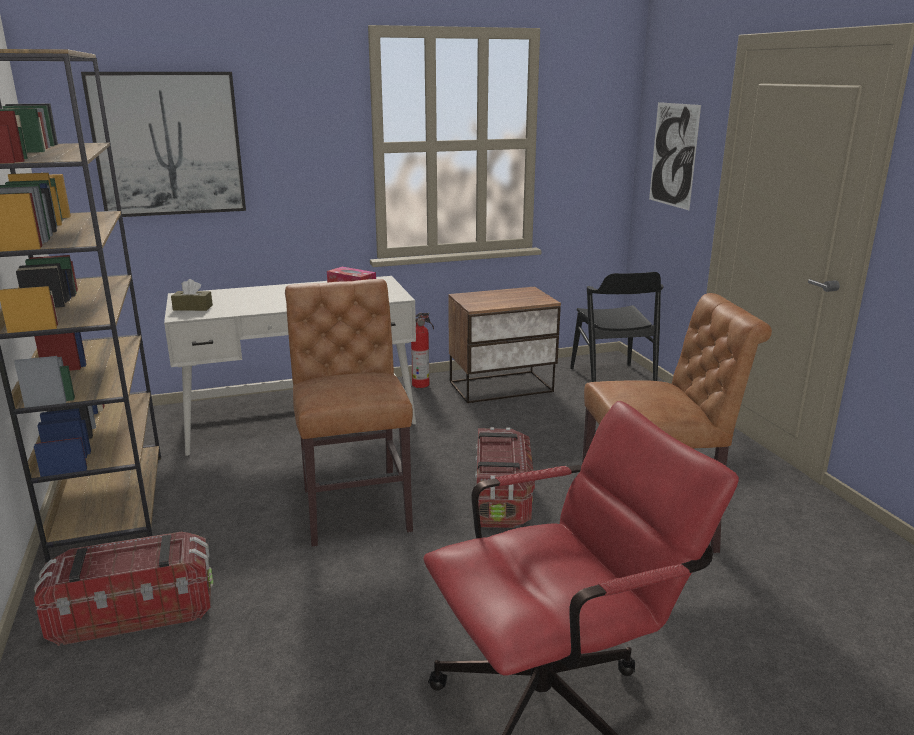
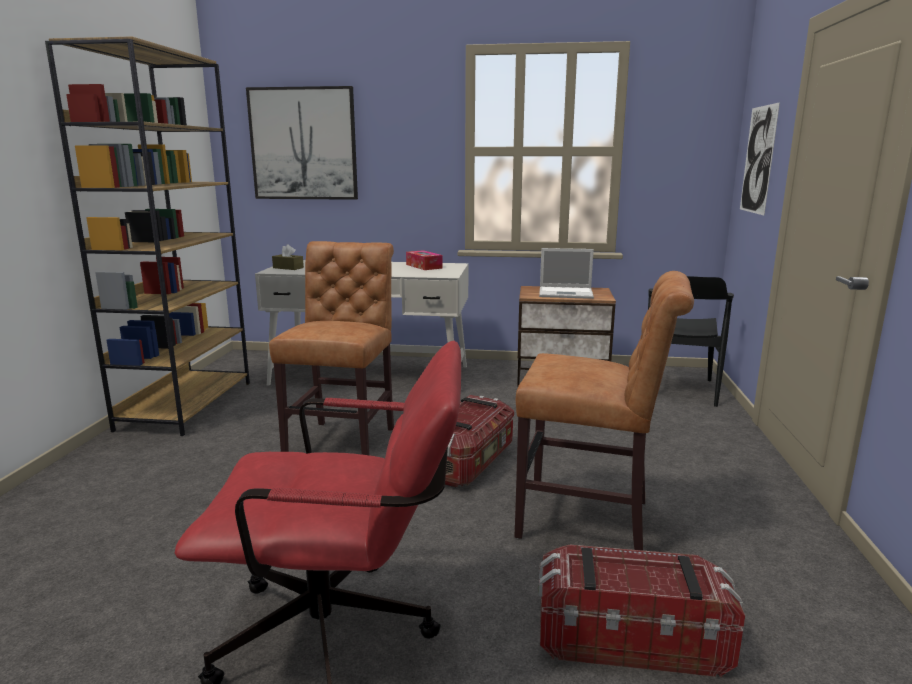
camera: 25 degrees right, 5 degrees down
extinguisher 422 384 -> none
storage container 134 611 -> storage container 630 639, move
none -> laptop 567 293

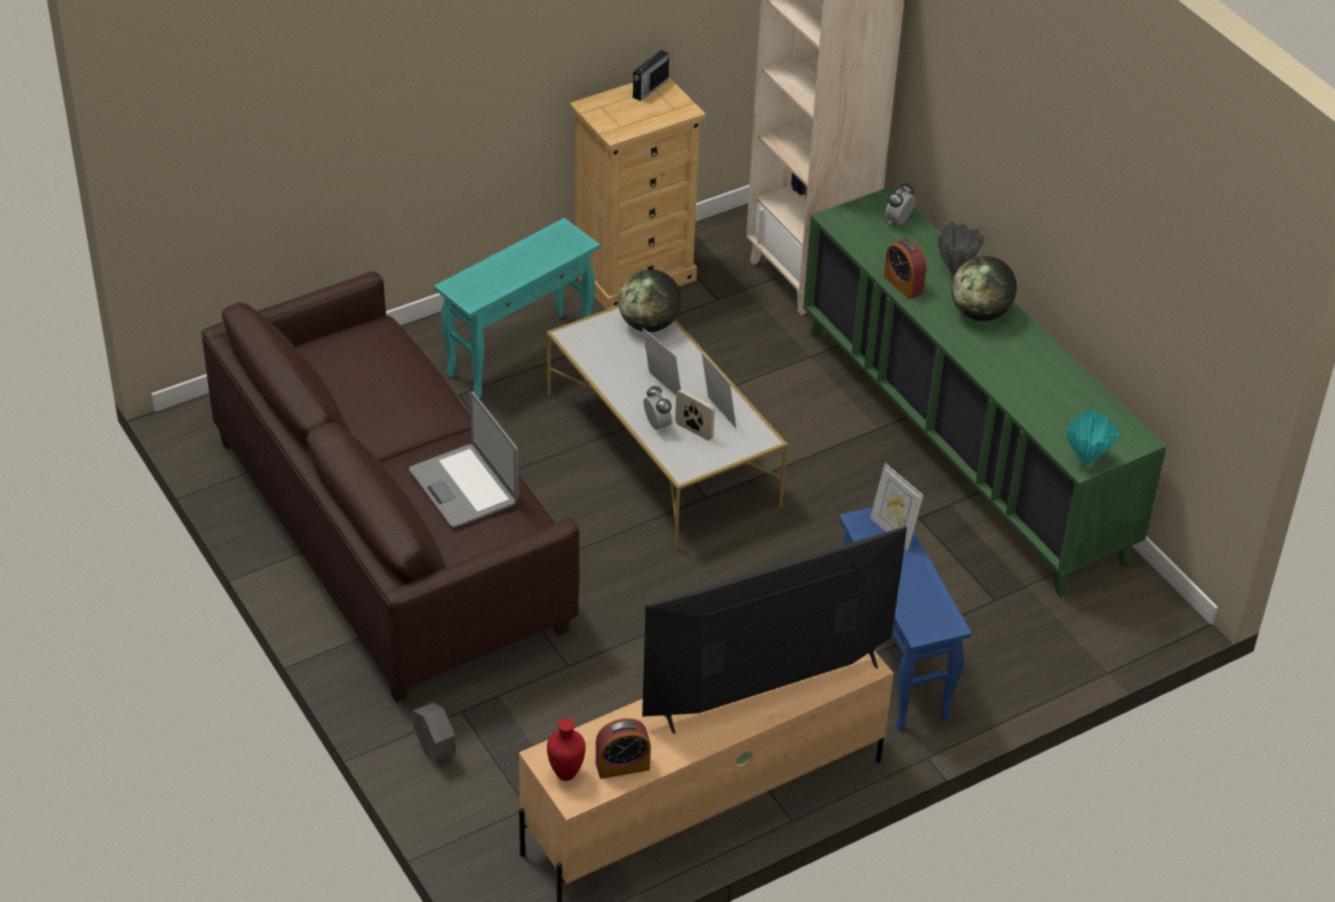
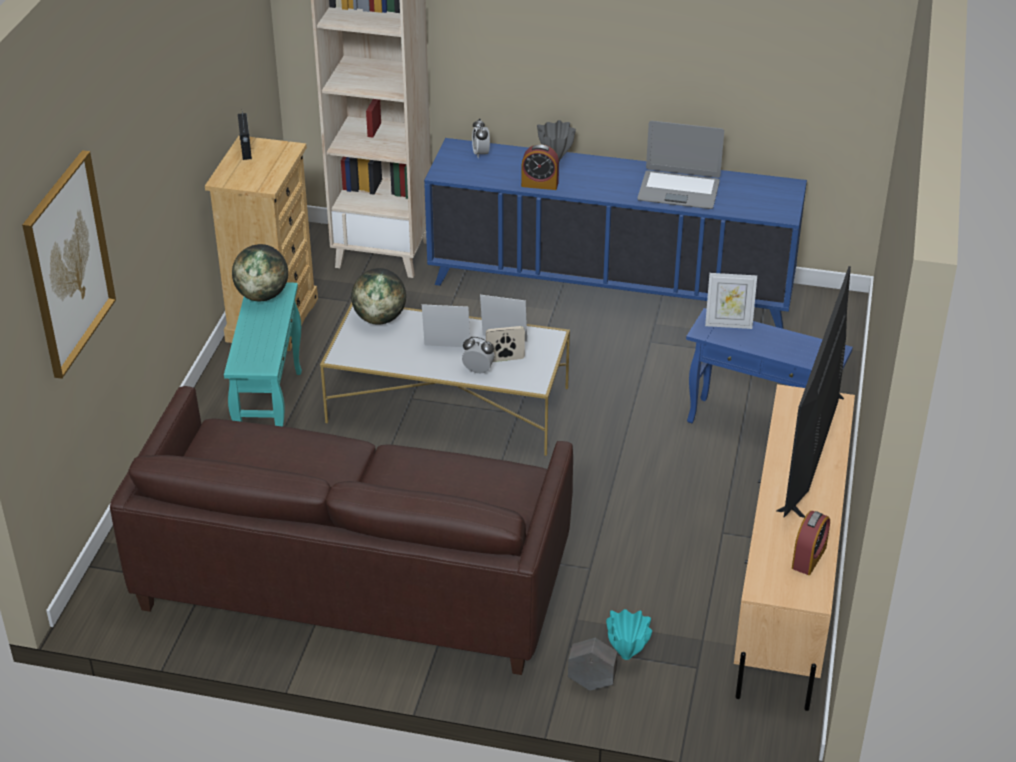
camera: 45 degrees left, 5 degrees down
greenish cabinet 962 443 -> blue cabinet 610 287
world globe 980 313 -> world globe 262 296, move
laptop 464 487 -> laptop 678 190, move
turquoise-coloured flower vase 1086 461 -> turquoise-coloured flower vase 627 656, move
reddish flower vase 566 773 -> none
none -> wall art 68 264

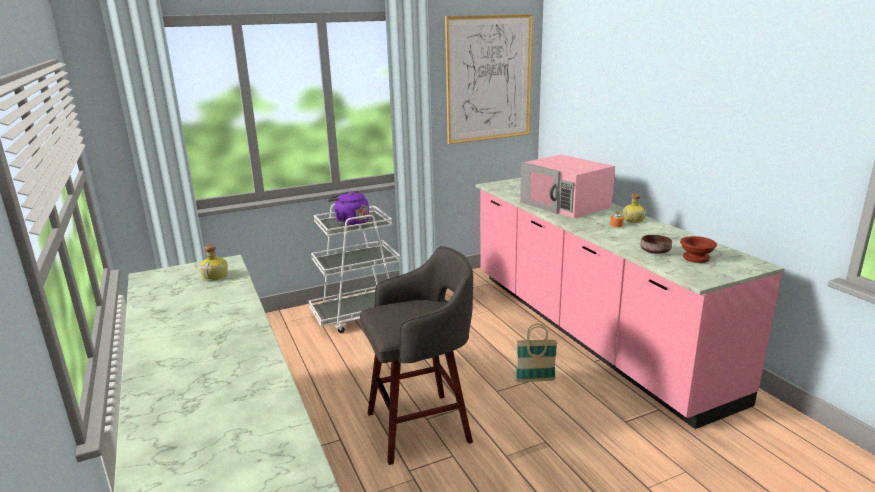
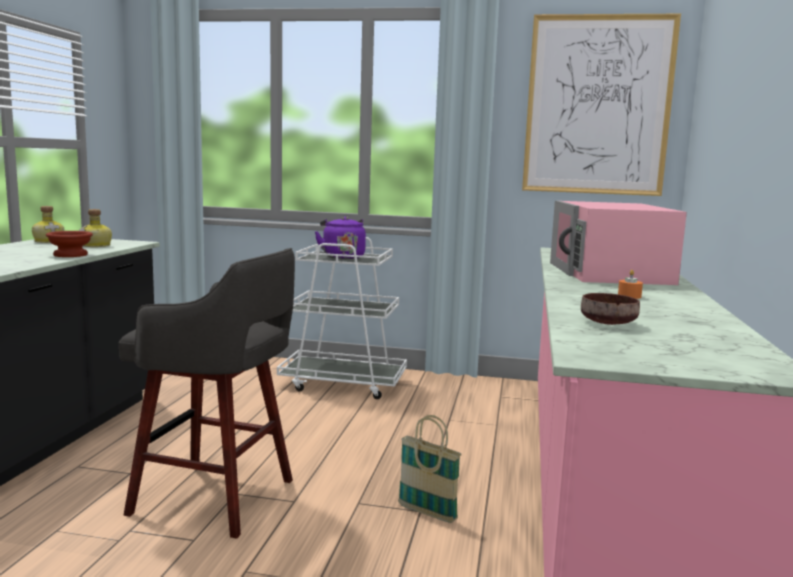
camera: 35 degrees right, 10 degrees down
drink bottle 633 220 -> drink bottle 49 241, move
brownish serving bowl 697 258 -> brownish serving bowl 71 255, move

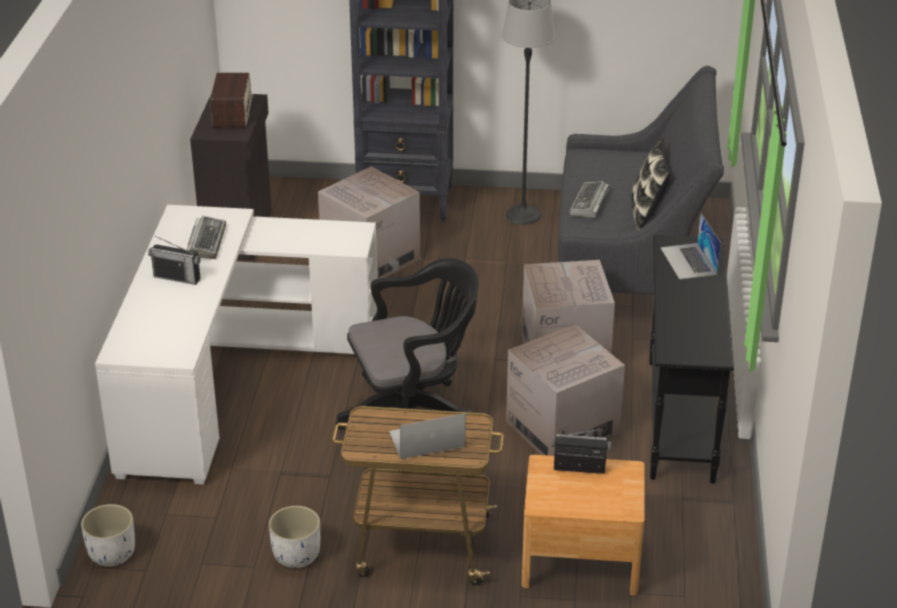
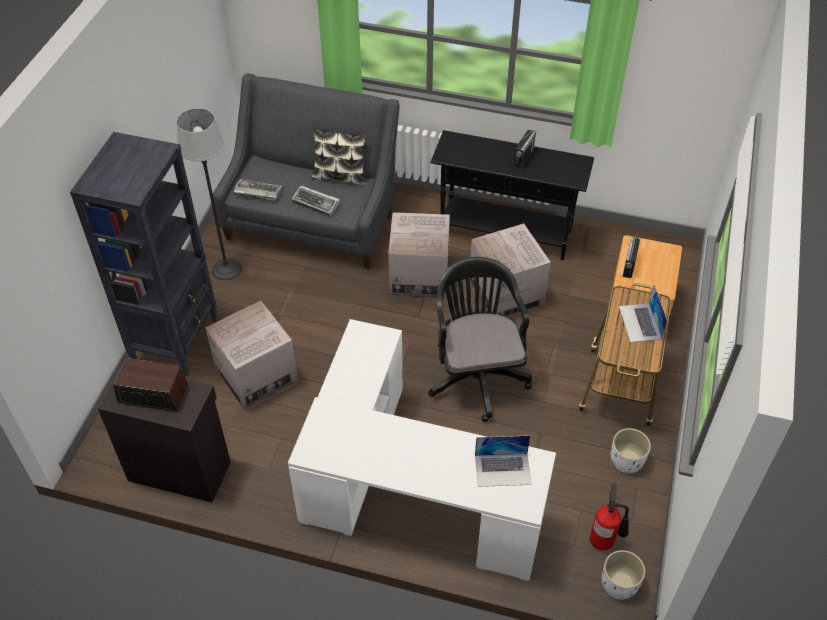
camera: 80 degrees left, 15 degrees up
laptop 689 261 -> laptop 503 469, move
keyboard 206 242 -> keyboard 257 193, move
radio receiver 177 278 -> radio receiver 523 157, move
none -> extinguisher 605 540

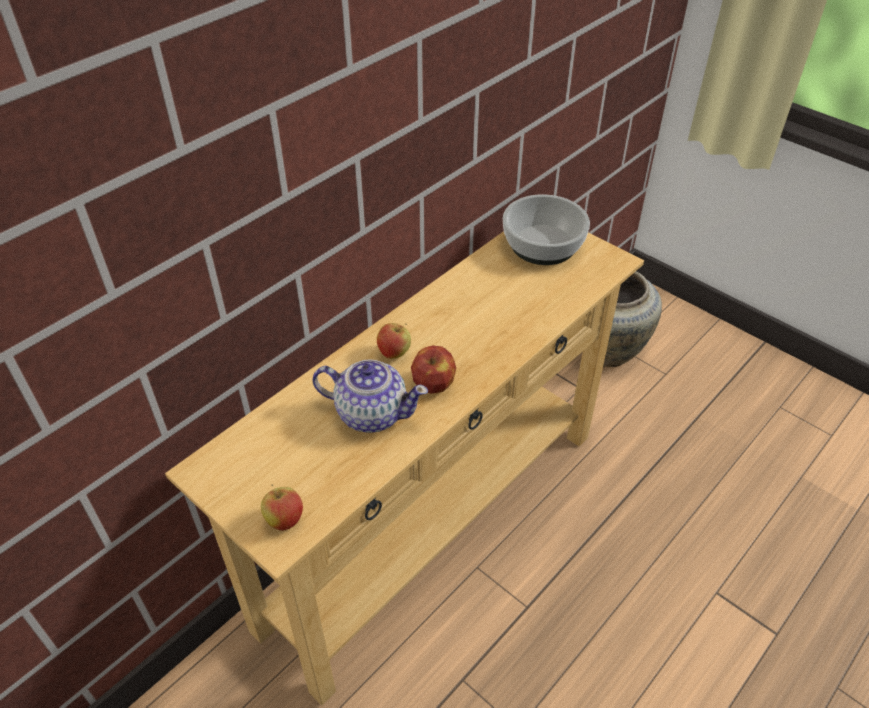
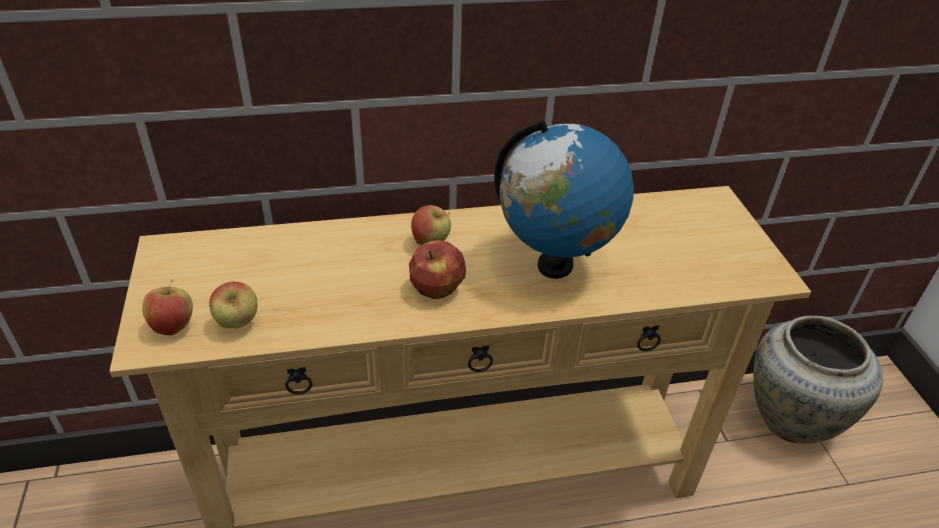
camera: 35 degrees right, 5 degrees down
serving bowl 542 244 -> none
tea pot 371 413 -> none
none -> world globe 554 265
none -> apple fruit 238 324

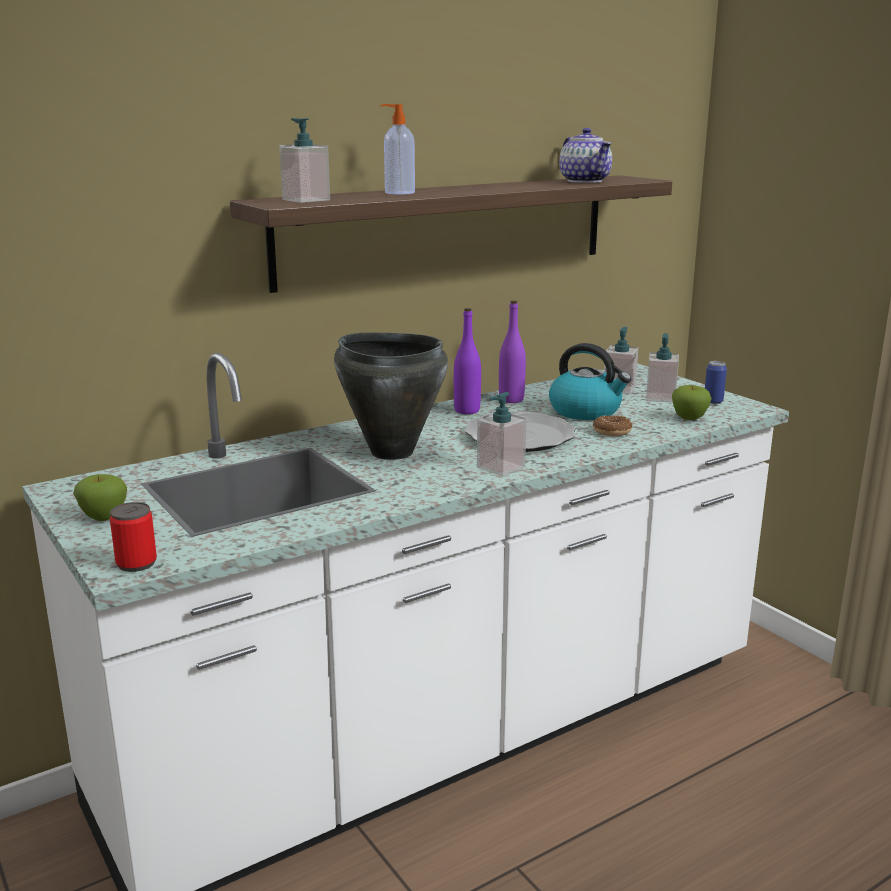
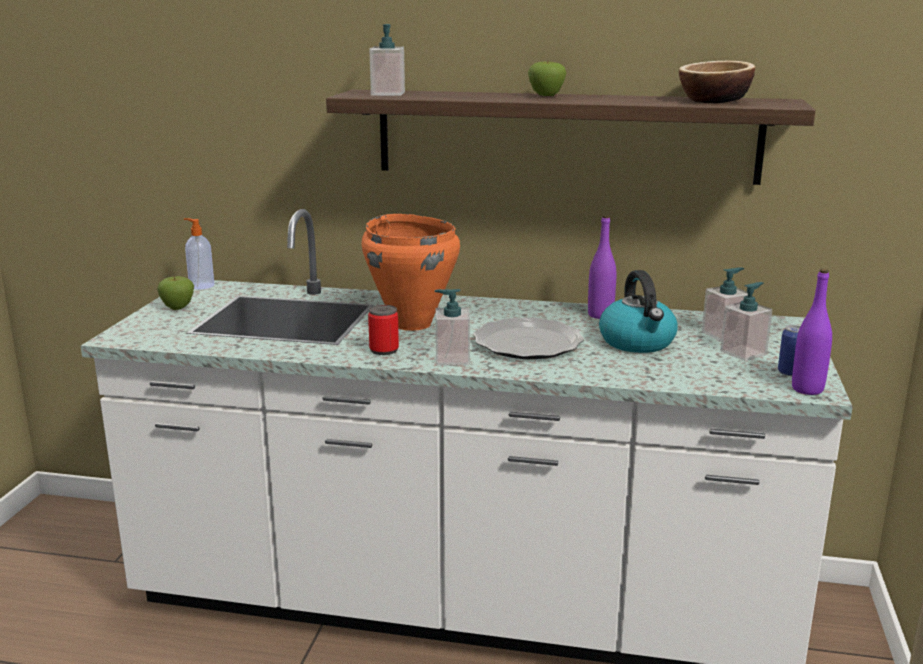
camera: 45 degrees right, 0 degrees up
soap dispenser 398 193 -> soap dispenser 201 285, move
tea pot 584 181 -> serving bowl 714 101
purplish drink bottle 467 410 -> purplish drink bottle 807 389, move
blackish cooking pot 391 452 -> orange cooking pot 412 324
apple fruit 689 418 -> apple fruit 546 96, move
ring doughnut 612 432 -> none
can 136 563 -> can 384 350, move

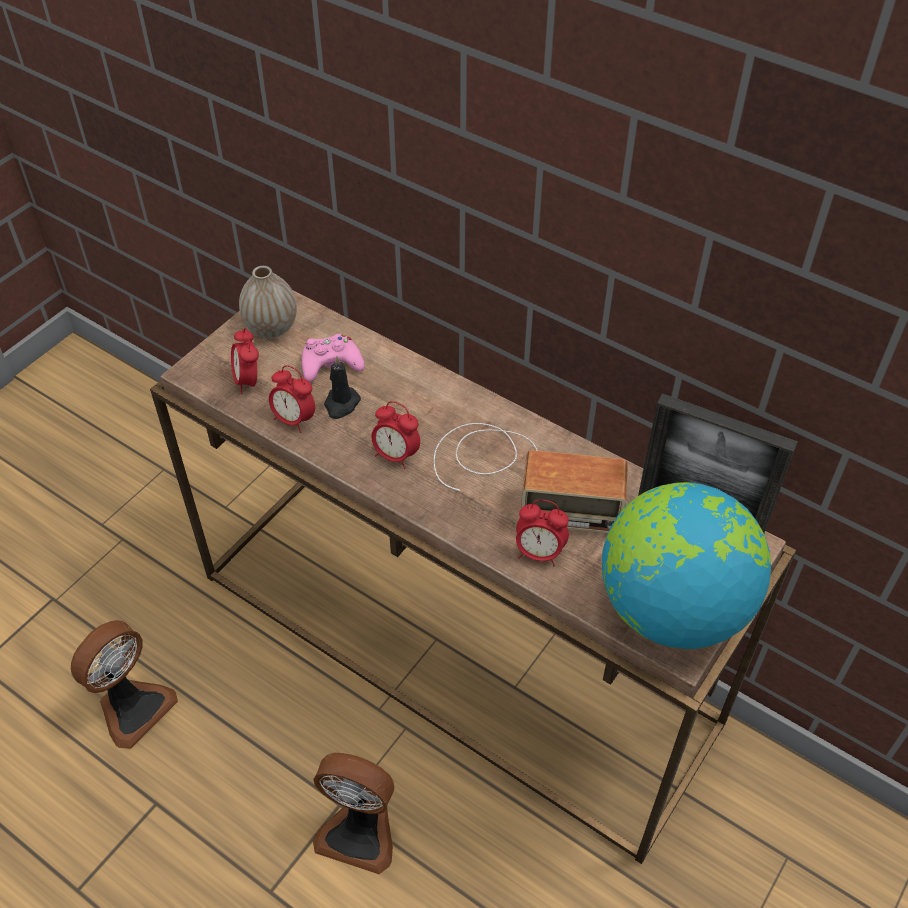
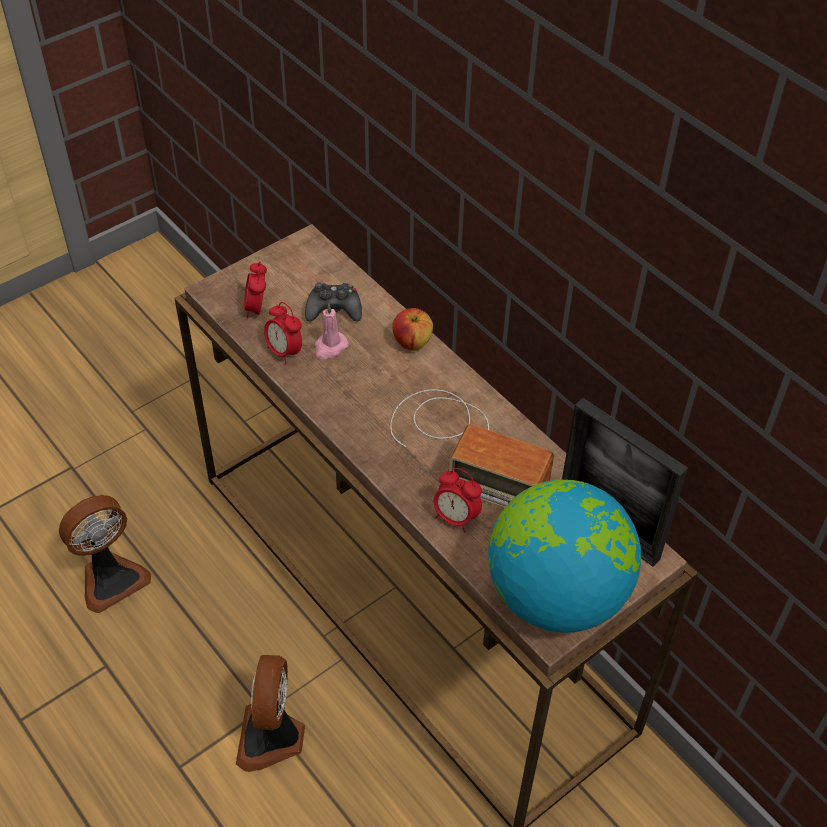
camera: 15 degrees right, 0 degrees up
flower vase 271 328 -> none
pinkish gamepad 331 364 -> blackish gamepad 334 309
blackish wax candle 341 404 -> pinkish wax candle 330 347
alarm clock 396 456 -> none
electric fan 359 831 -> electric fan 272 737, 60 degrees clockwise
none -> apple fruit 412 342

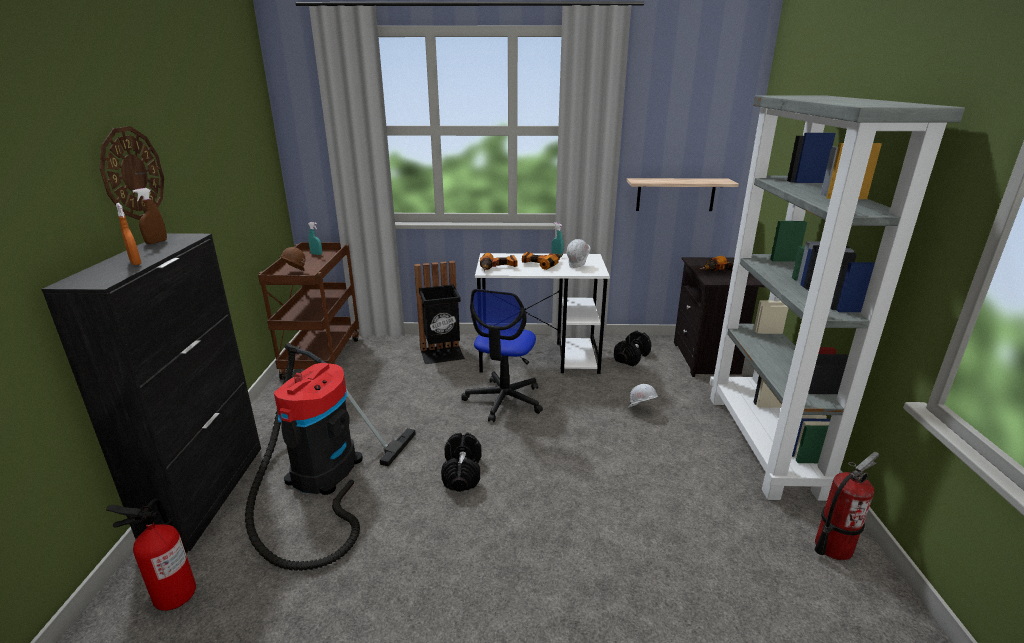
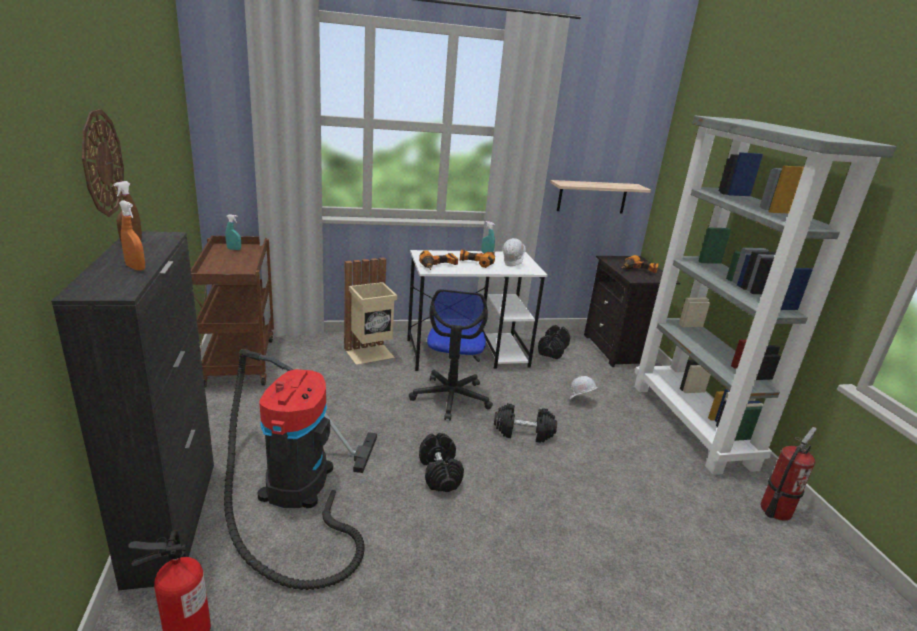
camera: 15 degrees left, 0 degrees up
brownish safety helmet 294 273 -> none
blackish waste bin 442 354 -> sand-coloured waste bin 370 354
none -> blackish free weight 523 432

